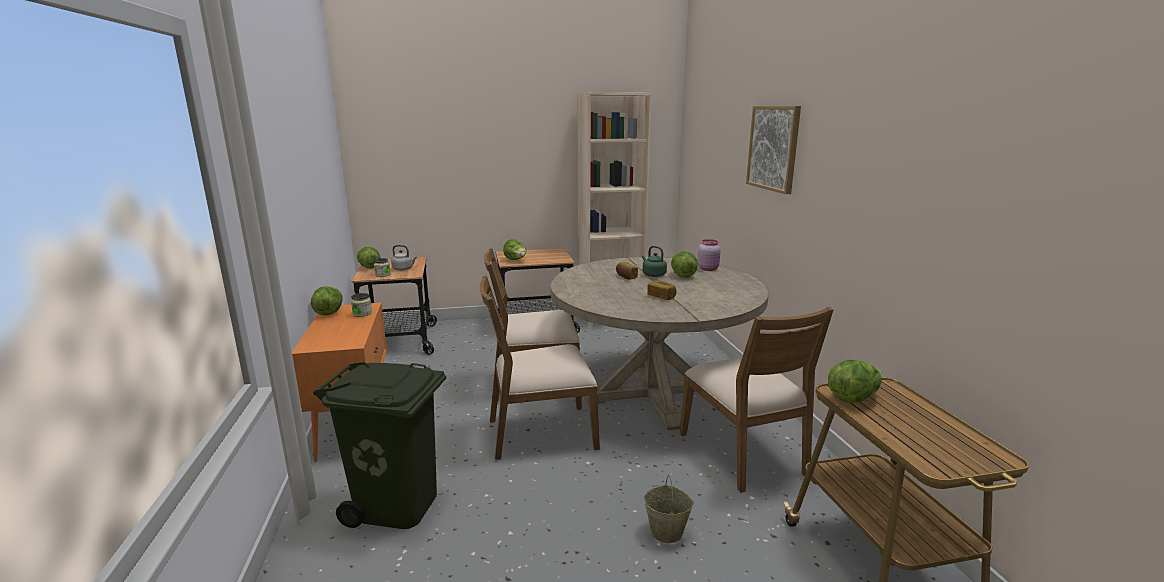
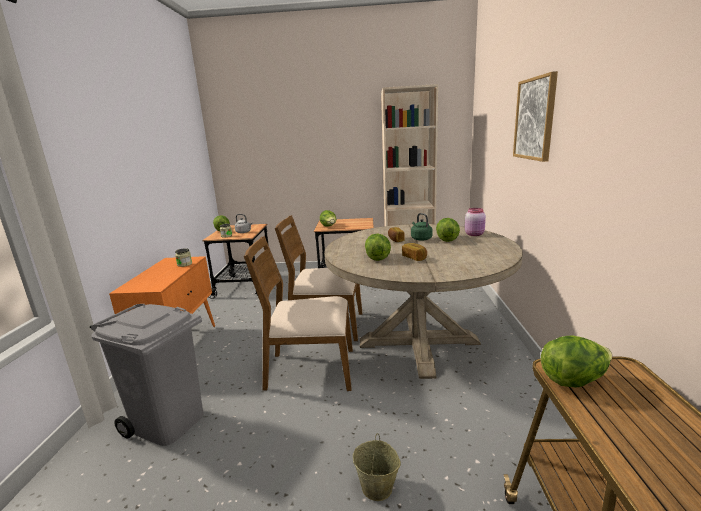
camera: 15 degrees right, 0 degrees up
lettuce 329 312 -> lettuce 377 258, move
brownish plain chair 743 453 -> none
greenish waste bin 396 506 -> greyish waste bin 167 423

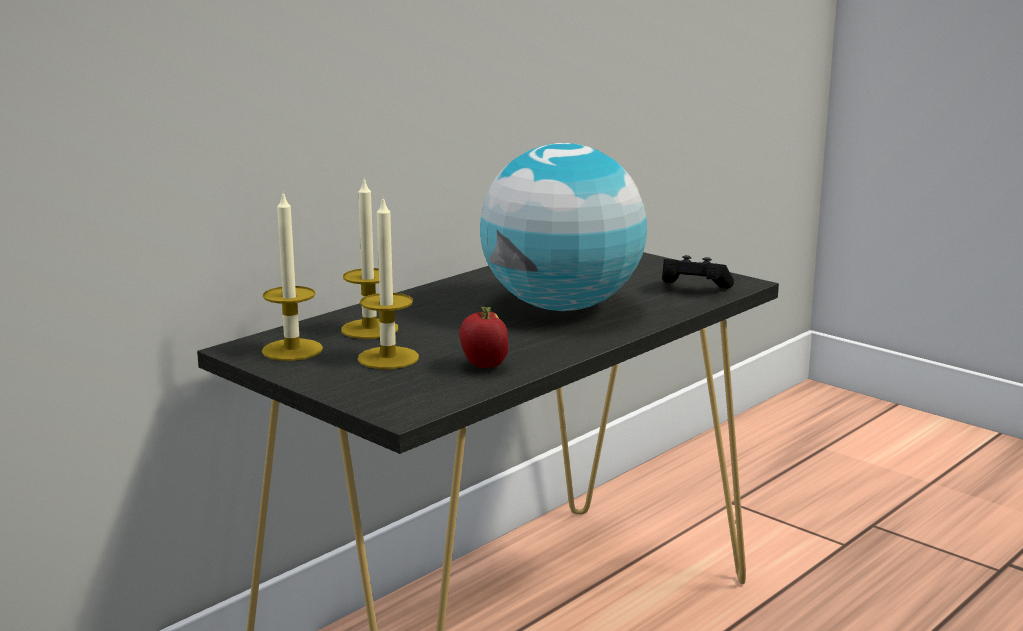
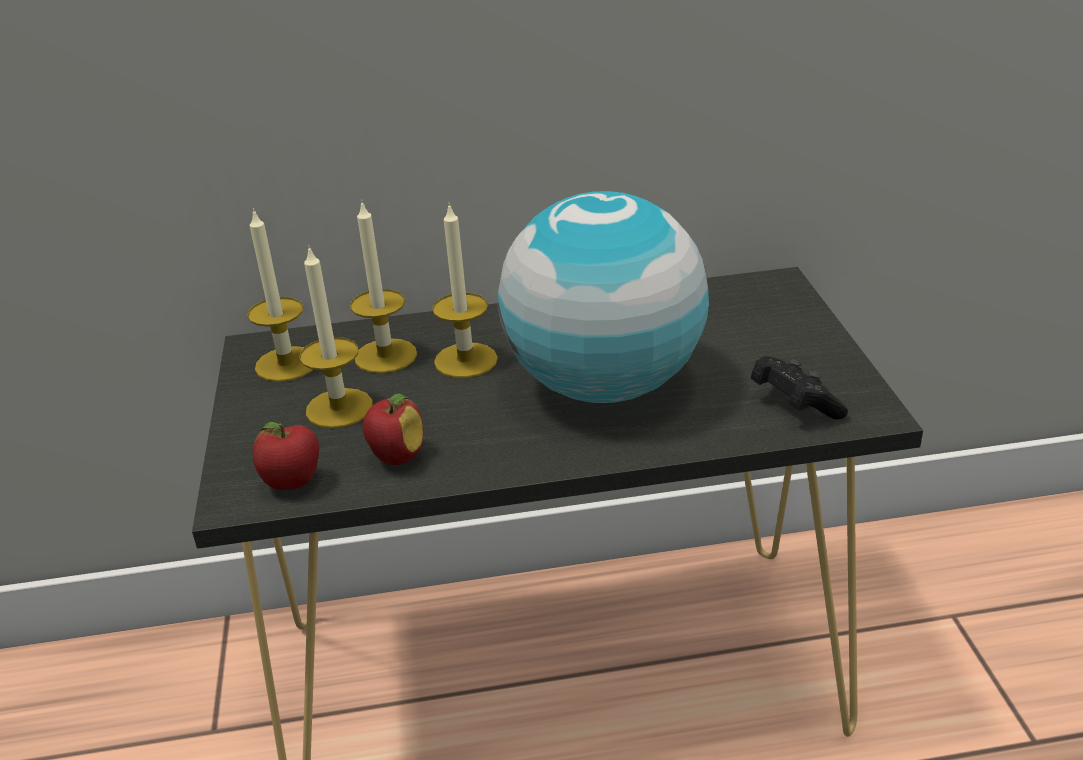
camera: 40 degrees right, 15 degrees up
none -> wax candle 465 360
none -> apple fruit 292 484

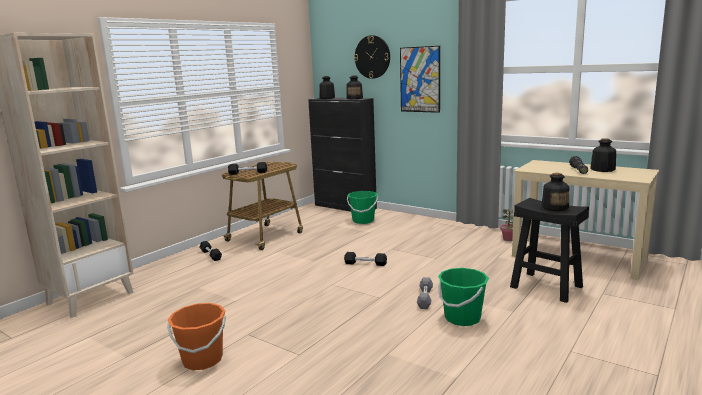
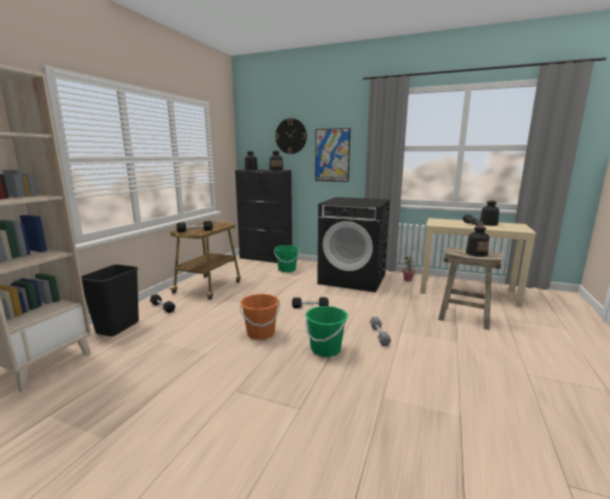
camera: 15 degrees left, 0 degrees up
blackish stool 545 287 -> sand-coloured stool 464 317
greenish pail 462 318 -> greenish pail 325 349, move
orange pail 202 360 -> orange pail 260 333, move
none -> blackish laundry machine 353 279
none -> blackish waste bin 117 327

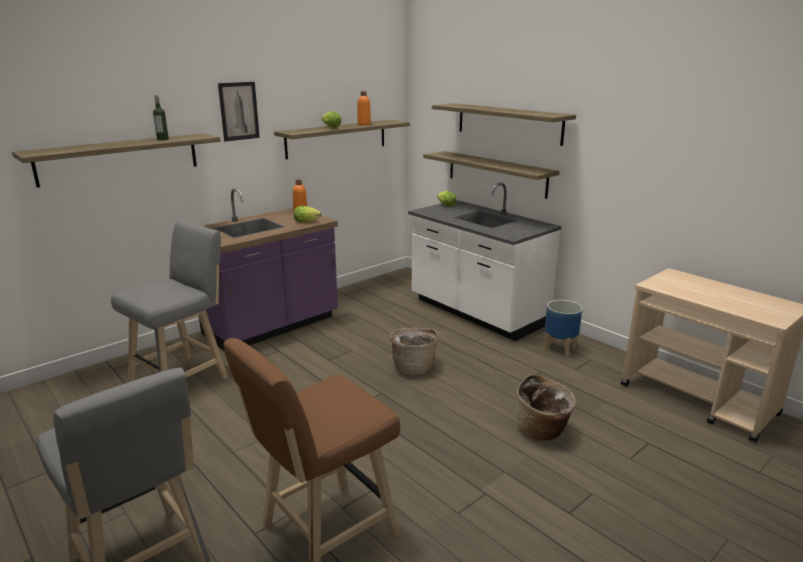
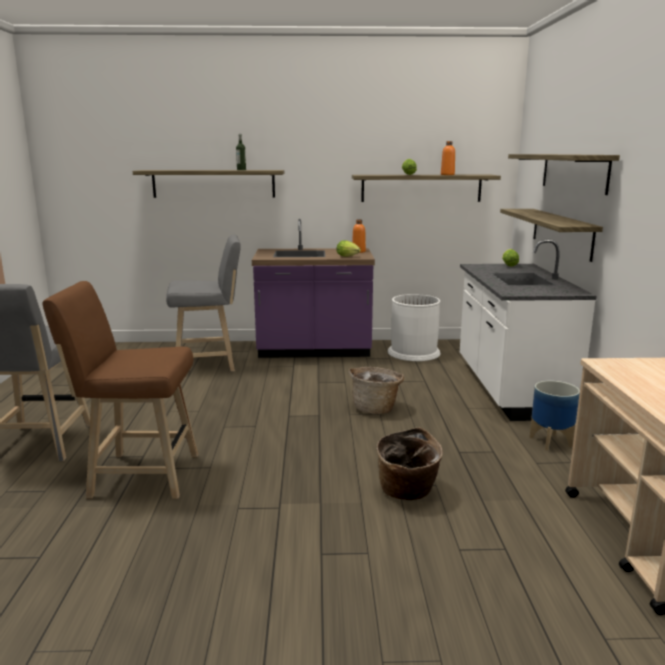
camera: 40 degrees right, 5 degrees down
wall art 239 111 -> none
none -> white waste bin 413 352

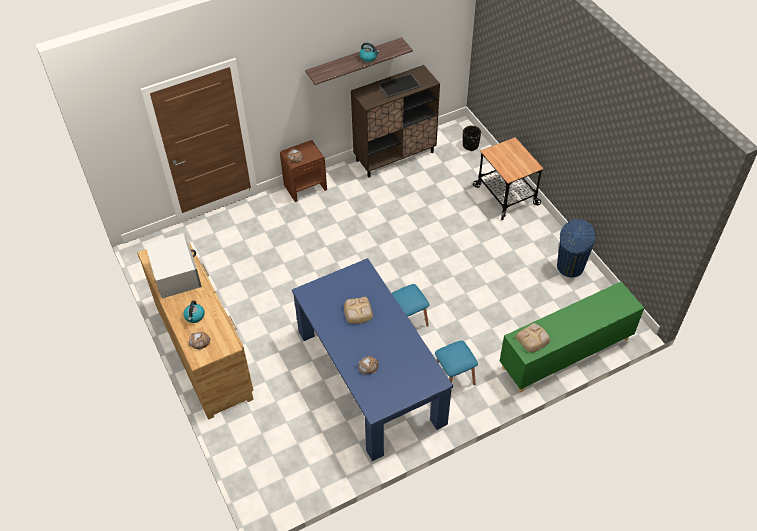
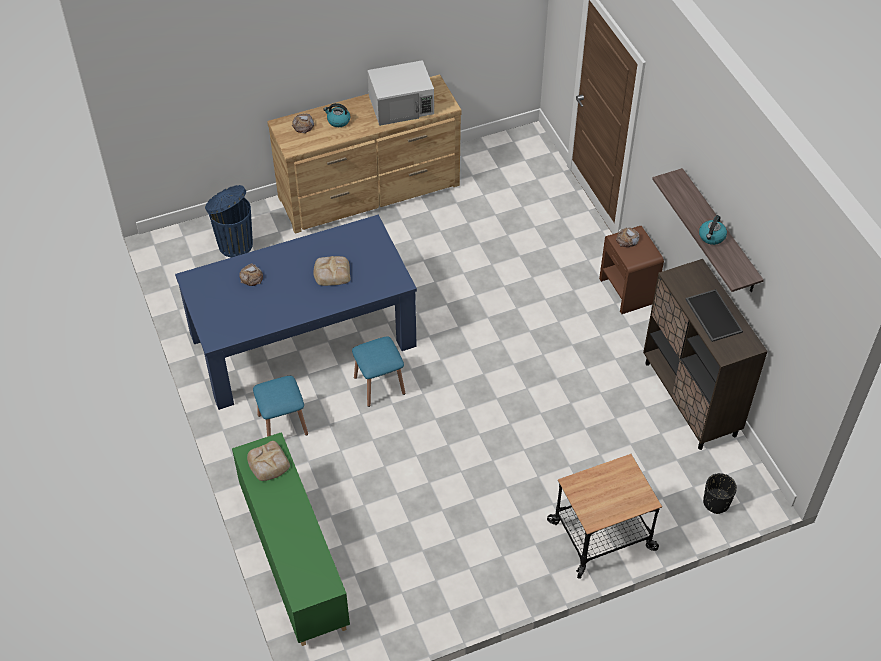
camera: 95 degrees right, 0 degrees up
blue waste bin 569 267 -> blue waste bin 234 244, move

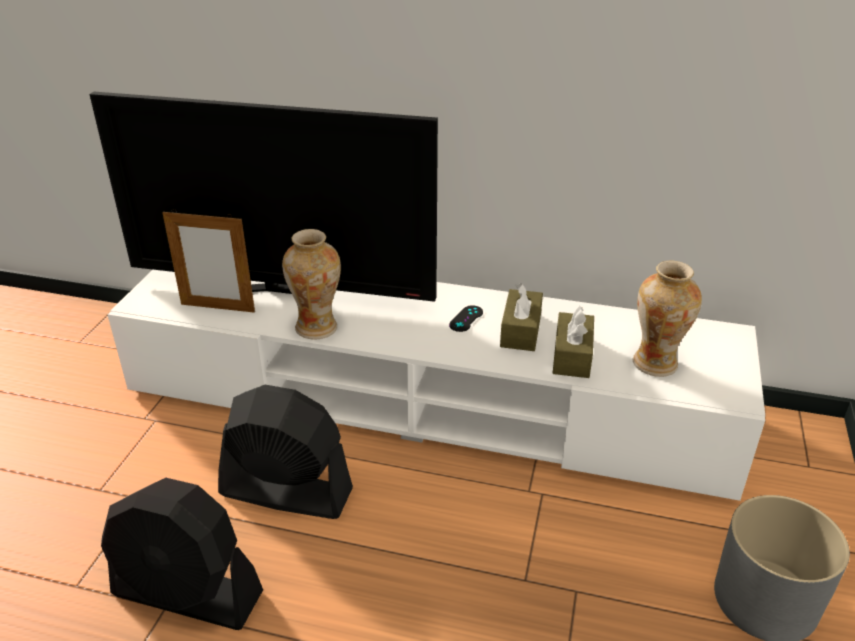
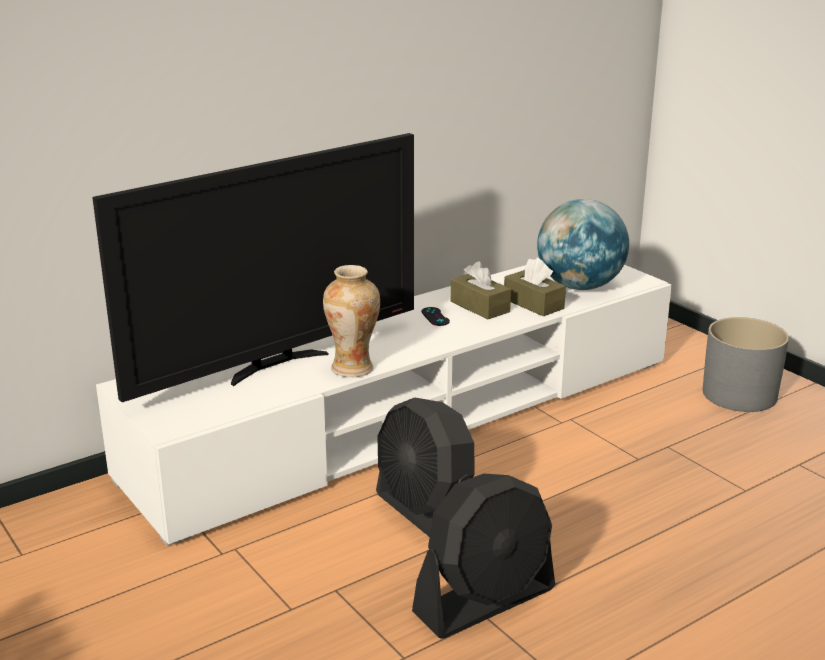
camera: 50 degrees left, 10 degrees down
picture frame 218 308 -> none
flower vase 655 364 -> world globe 579 286
blackish electric fan 285 491 -> blackish electric fan 428 516, 90 degrees counterclockwise

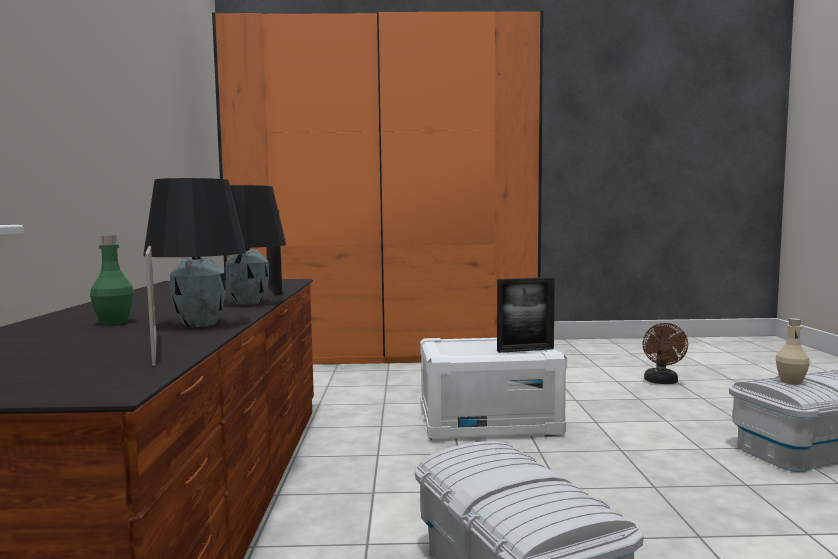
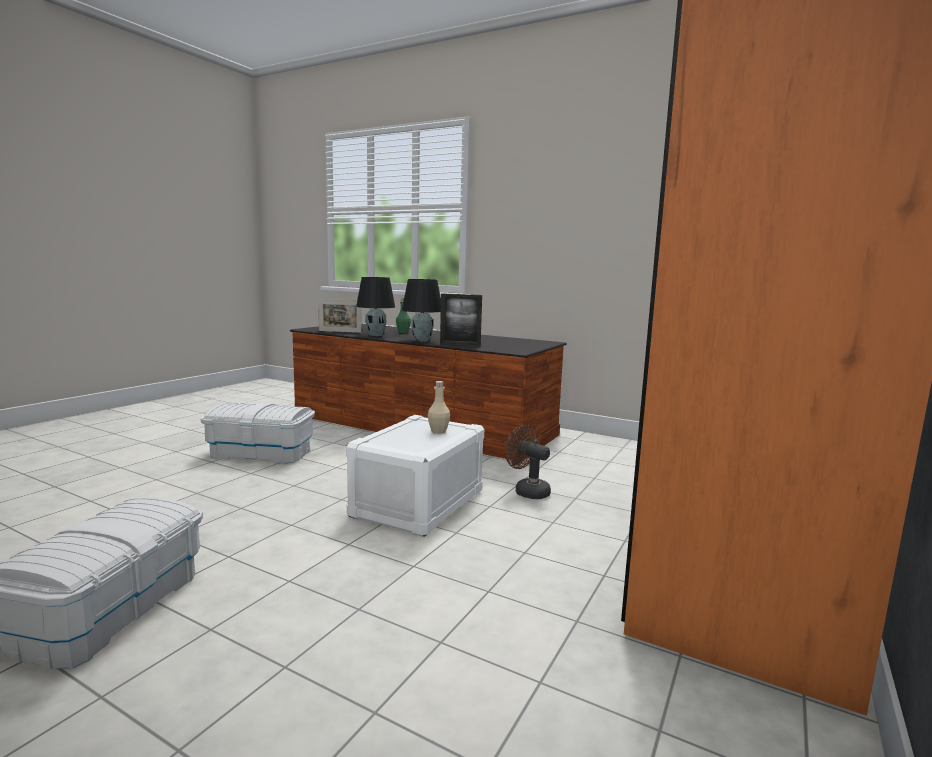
camera: 120 degrees right, 5 degrees up
picture frame 525 350 -> none
sand-coloured drink bottle 791 382 -> sand-coloured drink bottle 438 431, move
brownish electric fan 662 382 -> brownish electric fan 527 491, move

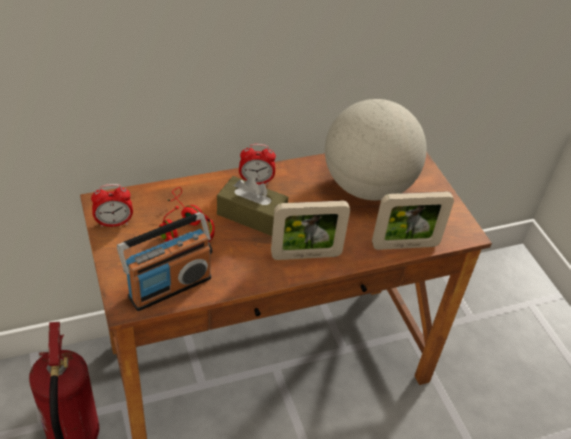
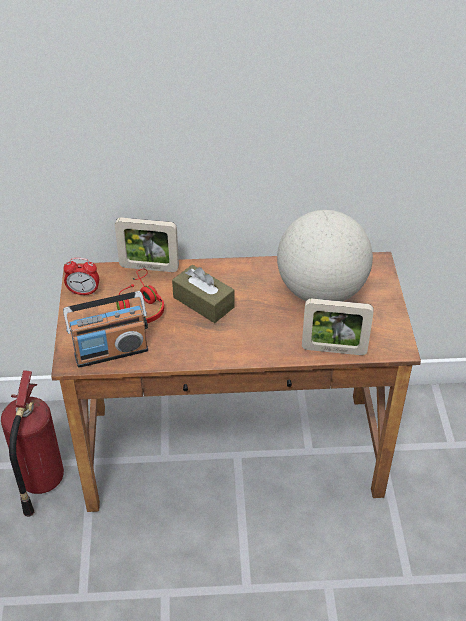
camera: 20 degrees right, 0 degrees up
alarm clock 256 181 -> none
picture frame 306 255 -> picture frame 149 267, move

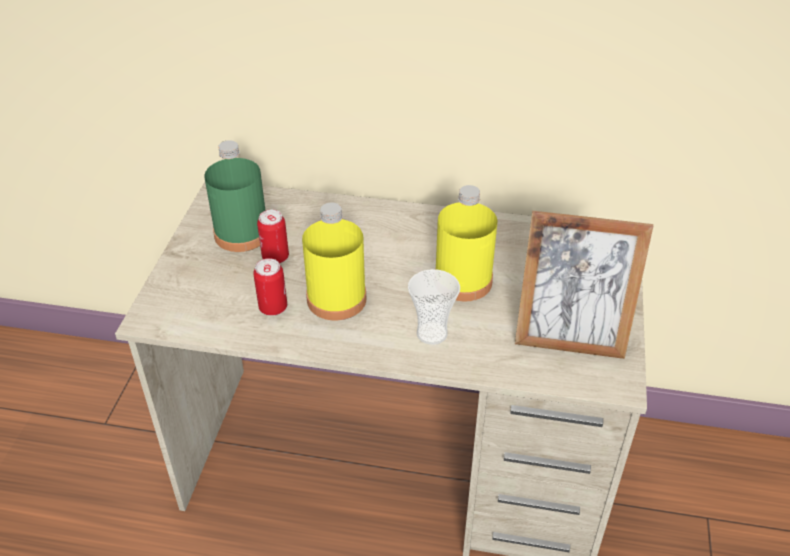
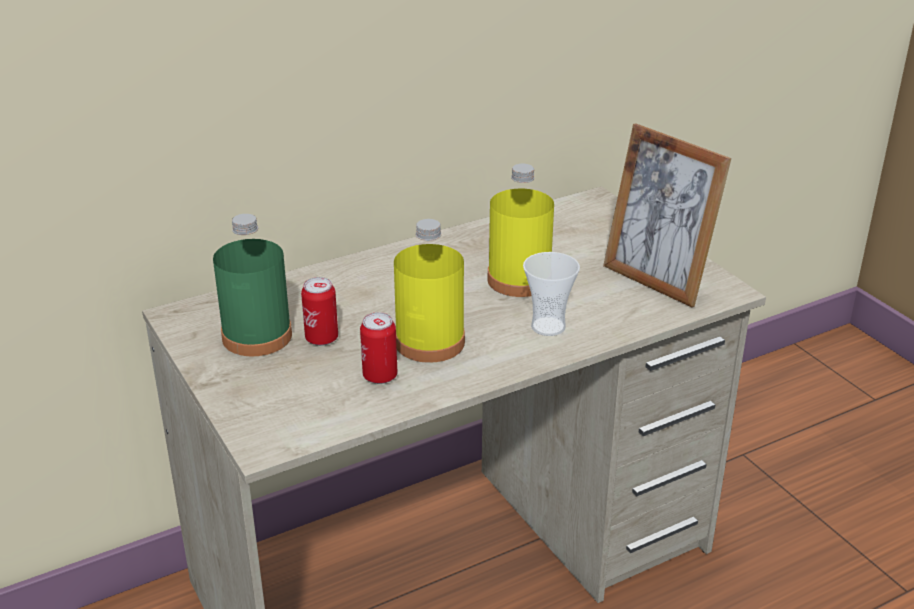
camera: 40 degrees left, 10 degrees down
picture frame 569 340 -> picture frame 656 280, 75 degrees clockwise

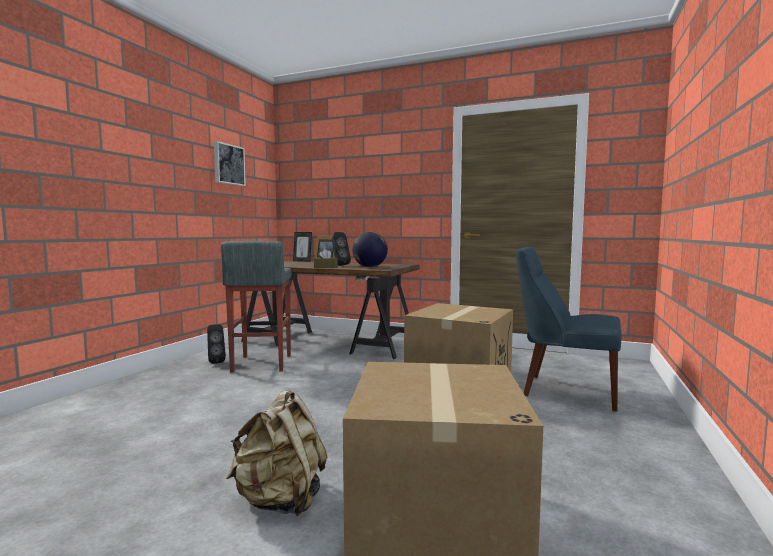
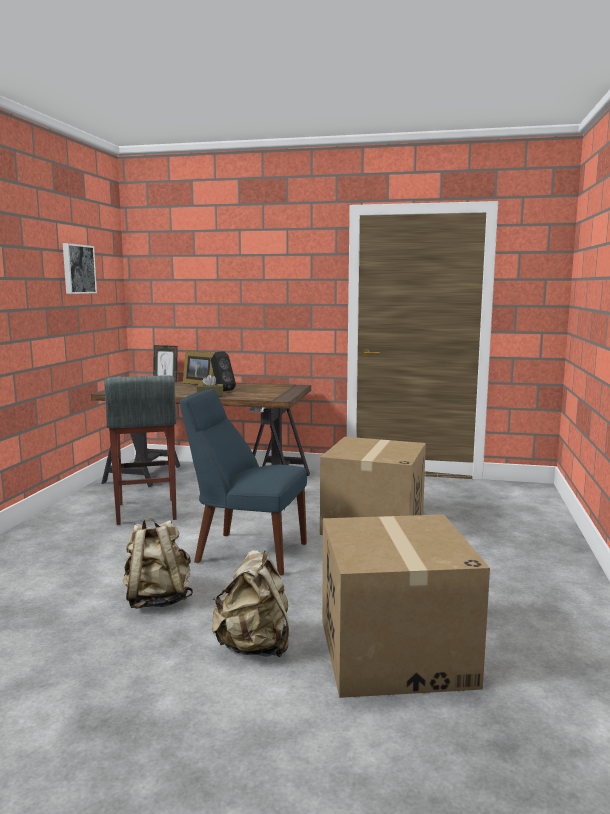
camera: 10 degrees left, 5 degrees up
world globe 369 267 -> none
blue plain chair 565 391 -> blue plain chair 246 552, move
blackish audio speaker 216 362 -> none
none -> sand-coloured rucksack 158 599

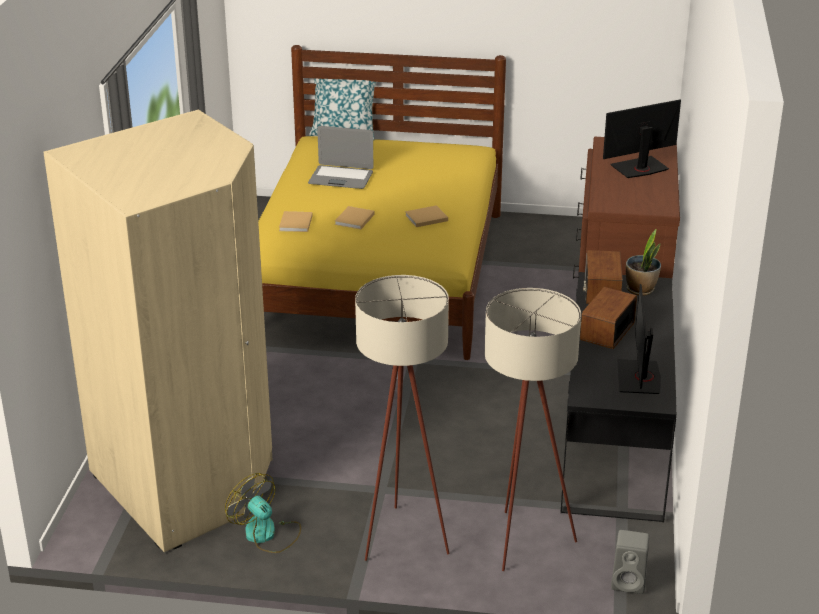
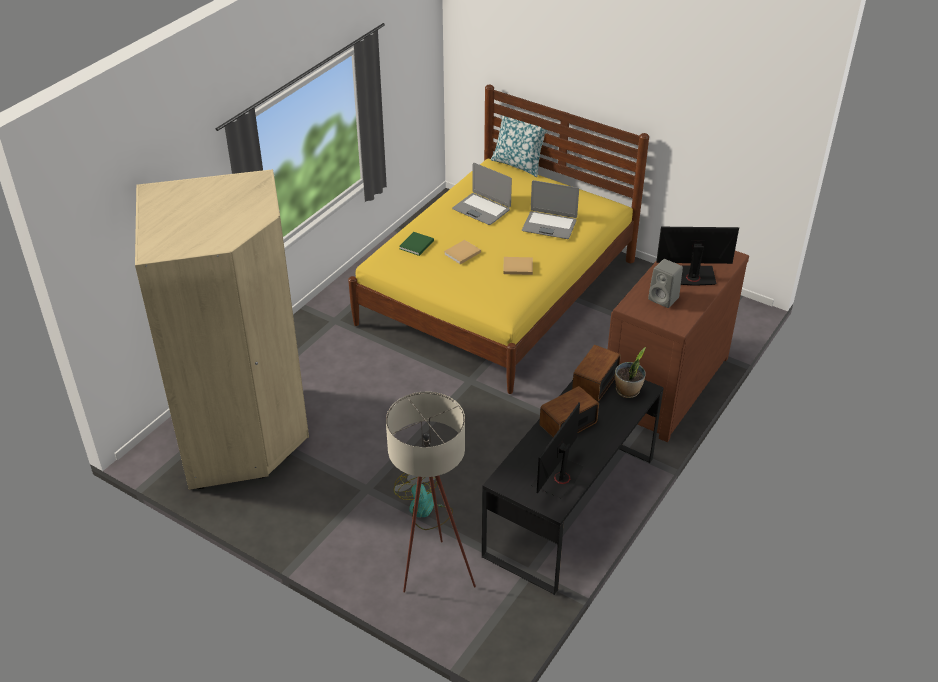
camera: 25 degrees right, 10 degrees up
sand-coloured book 295 224 -> greenish book 416 245
sand-coloured standard lamp 402 533 -> none
electric fan 266 534 -> electric fan 425 511, move
greyish audio speaker 630 582 -> greyish audio speaker 664 299, move
none -> laptop 549 225

